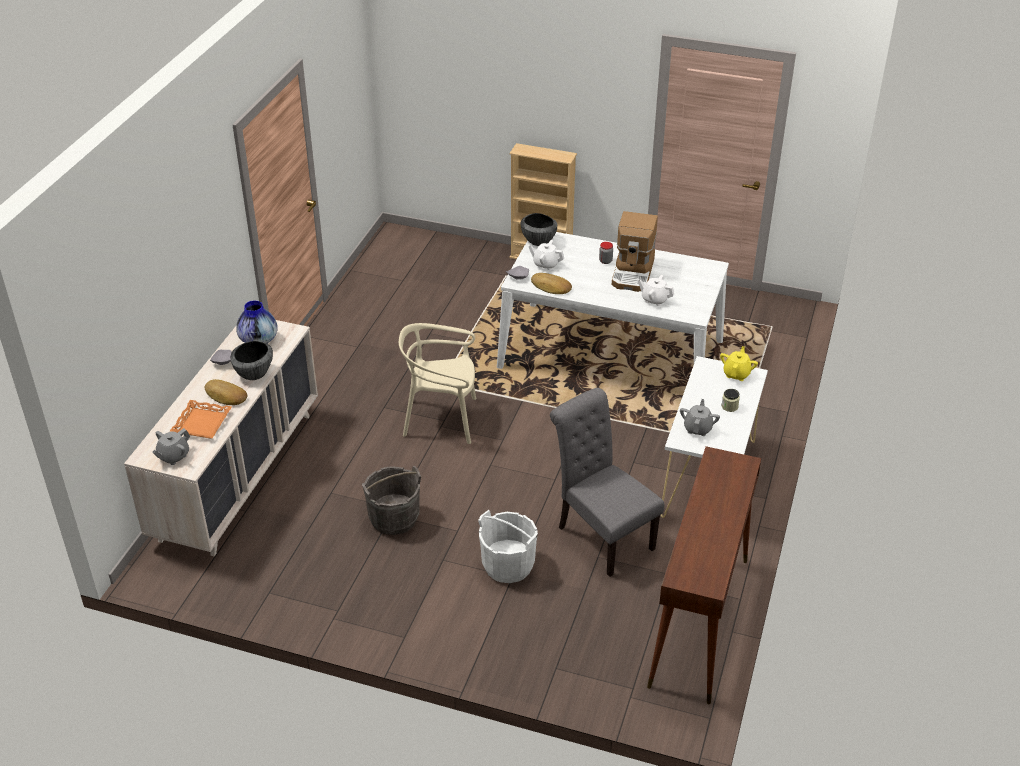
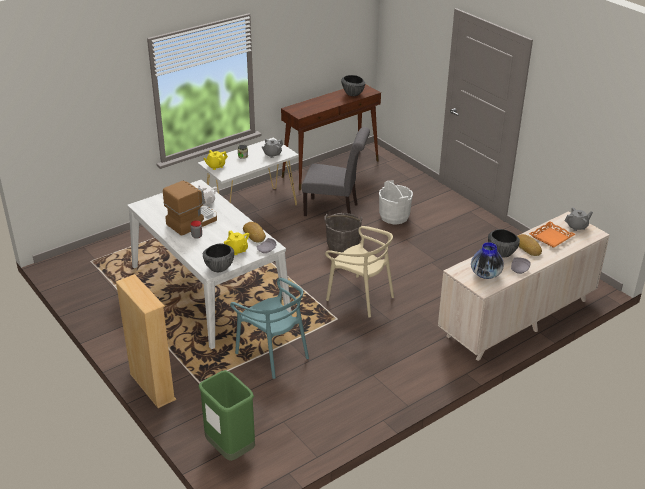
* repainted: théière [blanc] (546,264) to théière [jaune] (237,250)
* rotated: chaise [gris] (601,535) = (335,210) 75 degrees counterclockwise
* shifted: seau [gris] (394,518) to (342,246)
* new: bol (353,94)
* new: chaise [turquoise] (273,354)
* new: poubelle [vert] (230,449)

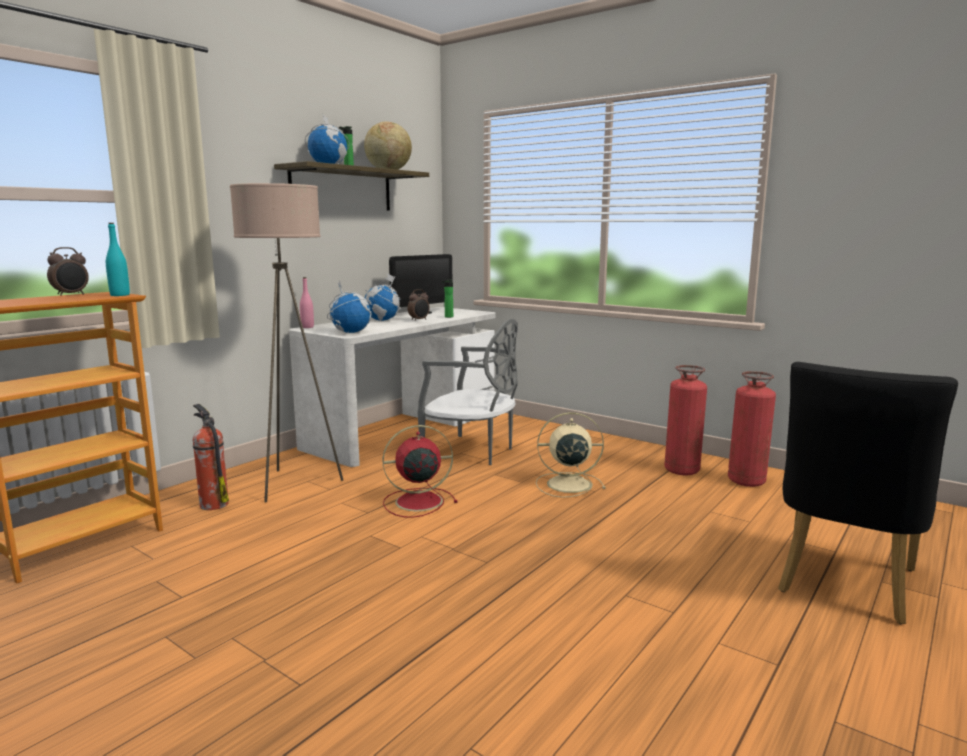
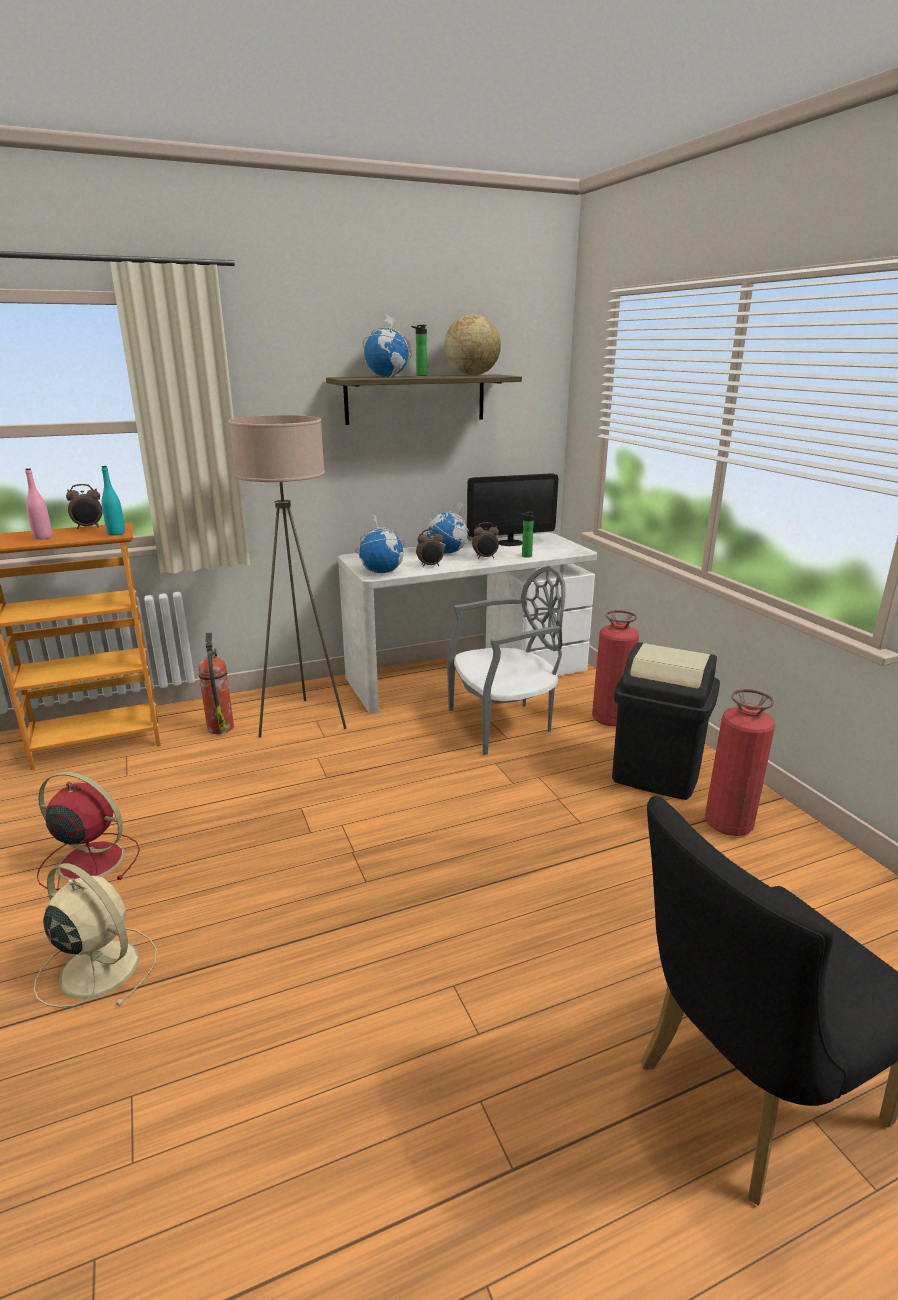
* shifted: bouteille [rose] (307,327) to (43,537)
* rotated: chaise [gris] (471,452) = (504,724) 75 degrees counterclockwise
* shifted: extincteur (746,481) to (610,719)
* shifted: ventilateur [beige] (567,484) to (97,967)
* shifted: ventilateur [rouge] (416,502) to (89,860)
* new: réveil (430,566)
* new: poubelle [noir] (656,774)

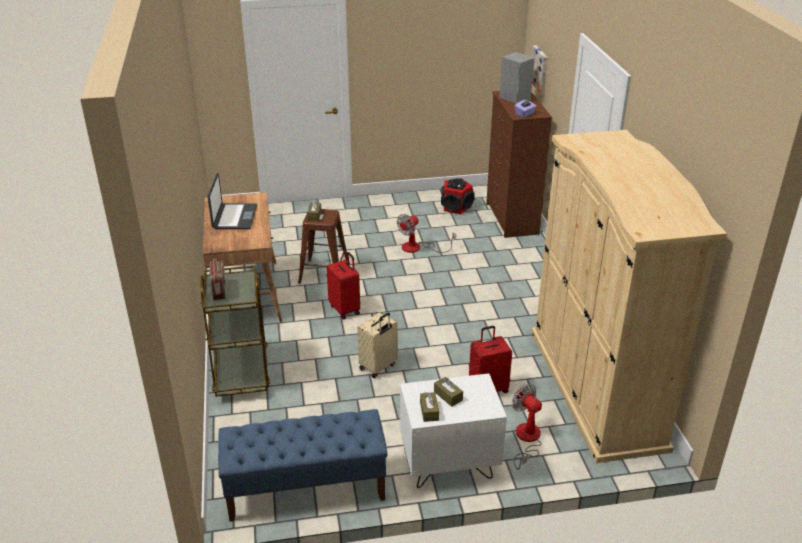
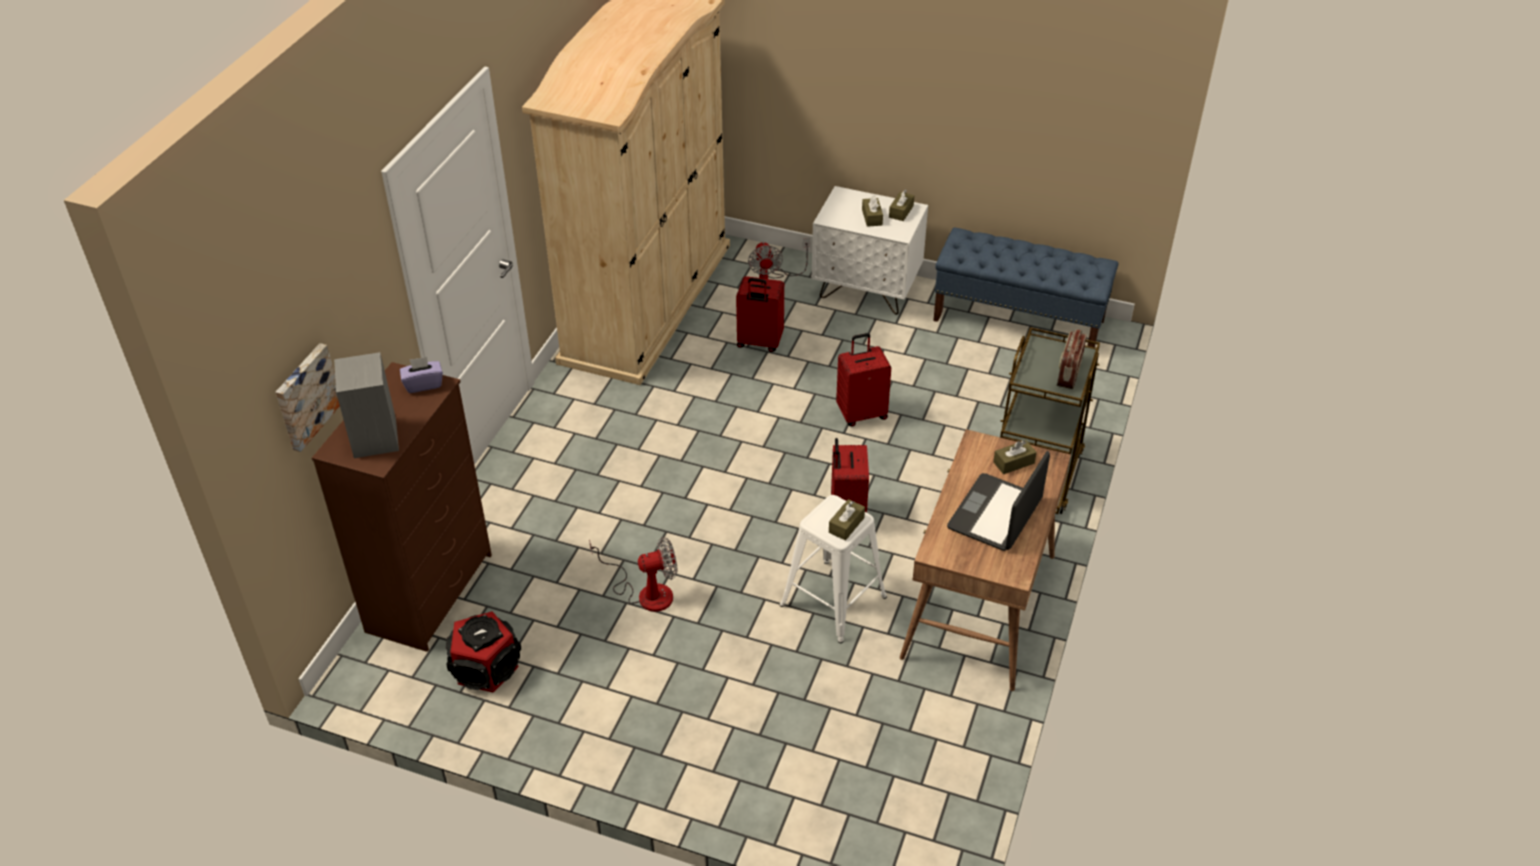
* repainted: tabouret [marron] (324,273) to tabouret [blanc] (833,599)
* repainted: valise [beige] (378,367) to valise [rouge] (861,413)
* new: boîte à mouchoirs [marron] (1013,462)

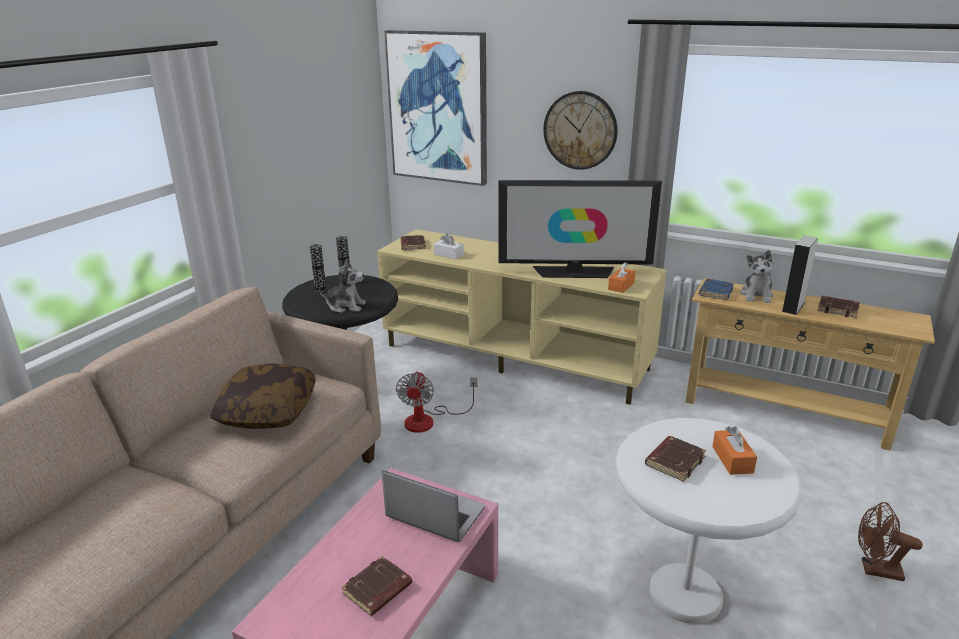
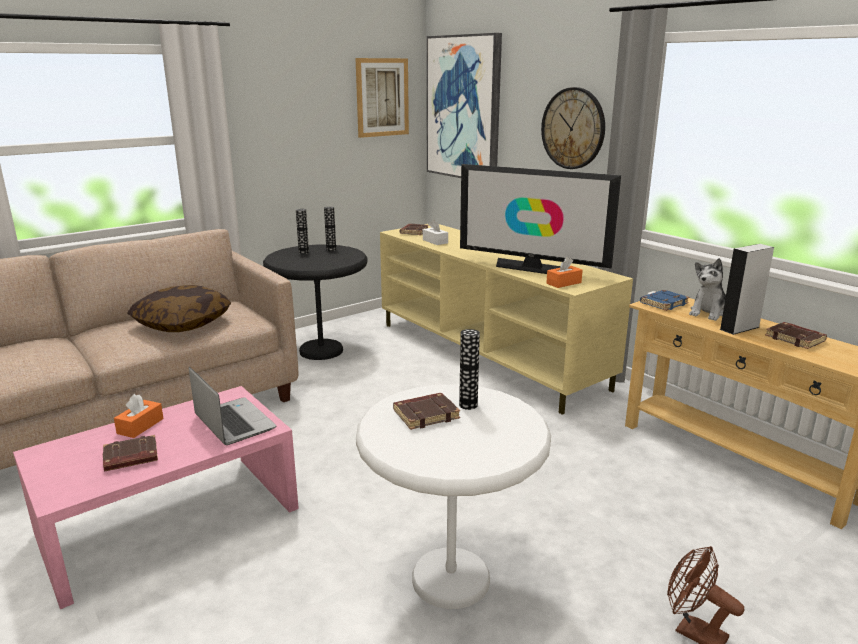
* gone: peluche (345,306)
* gone: ventilateur (429,420)
* shifted: boîte à mouchoirs [orange] (732,459) to (140,426)
* new: tableau (382,97)
* new: vase (468,405)

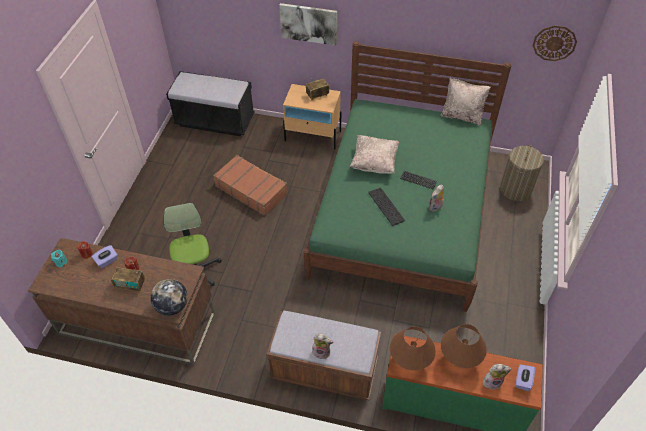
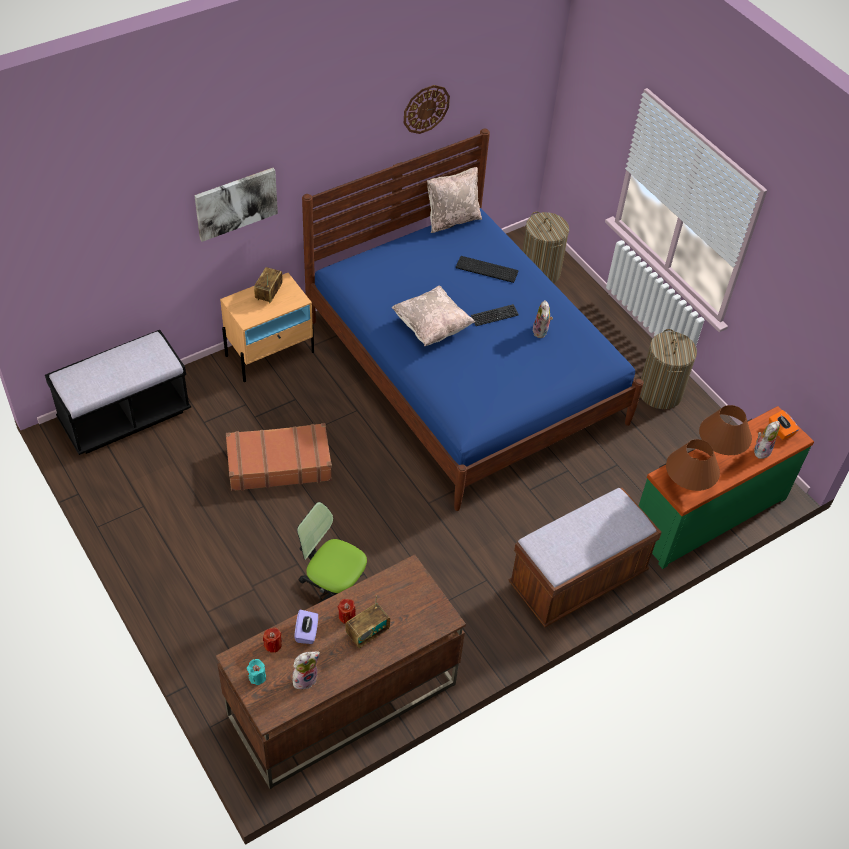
* shifted: horloge murale (554,43) to (426,109)
* repainted: lit [vert] (402,212) to lit [bleu] (465,371)
* shifted: clavier (385,206) to (486,270)
* gone: globe (172,306)
* shifted: peluche (322,351) to (305,678)
* repainted: boîte à mouchoirs [violet] (522,381) to boîte à mouchoirs [orange] (780,431)
* new: panier à linge (660,392)

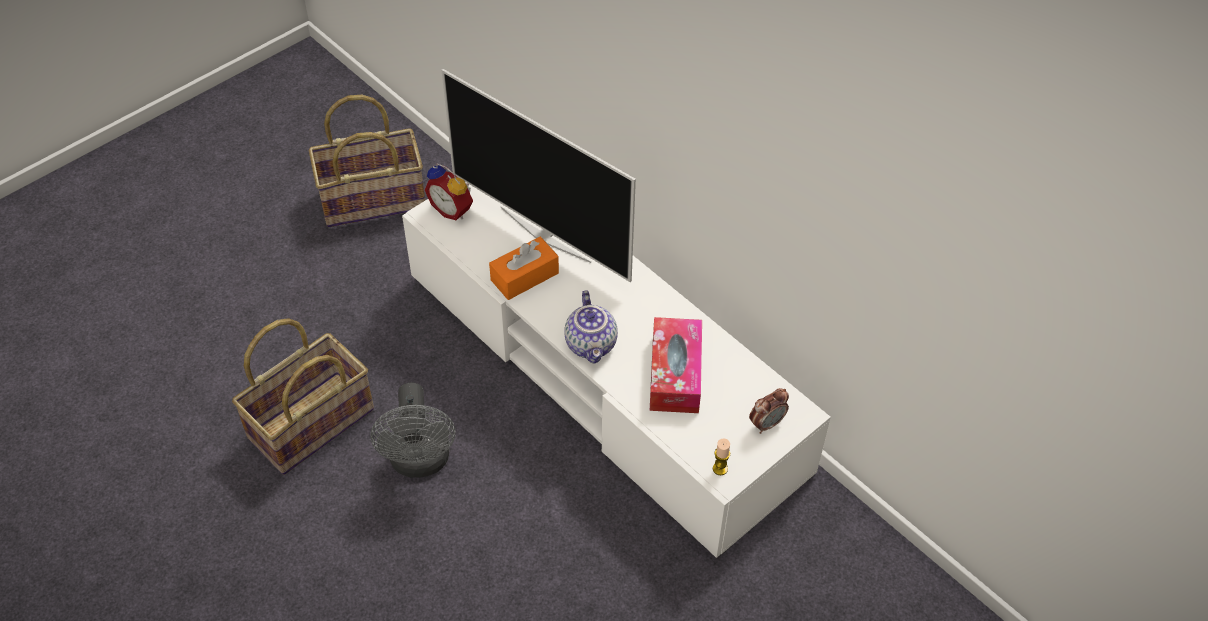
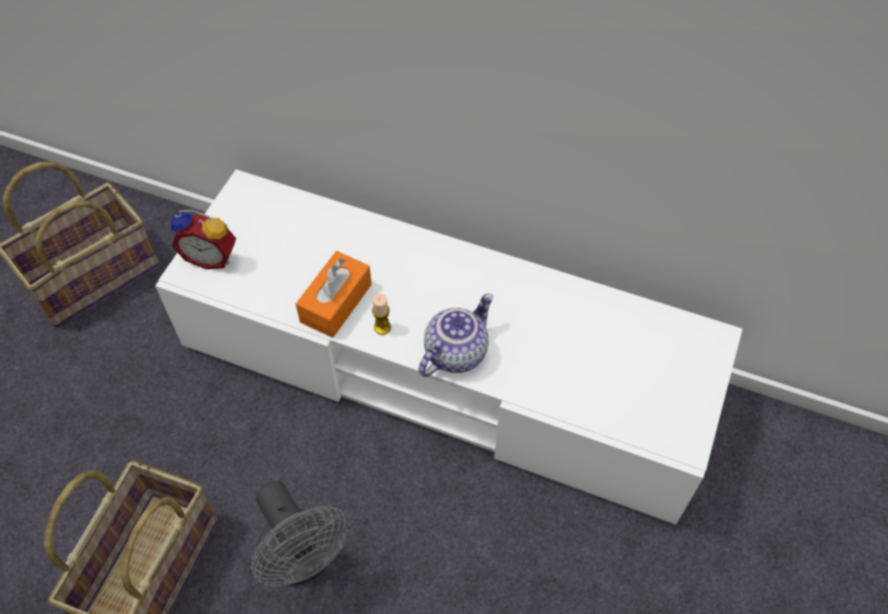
* gone: téléviseur (546,233)
* rotated: théière (592,345) = (455,352) 105 degrees counterclockwise
* gone: boîte à mouchoirs (675,374)
* gone: réveil (766,424)
* shifted: bougie (720,468) to (382,327)

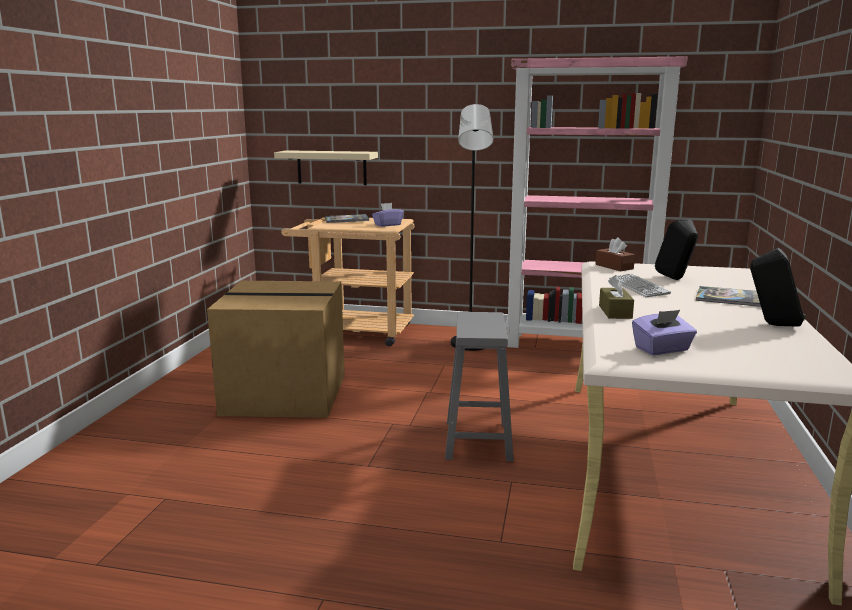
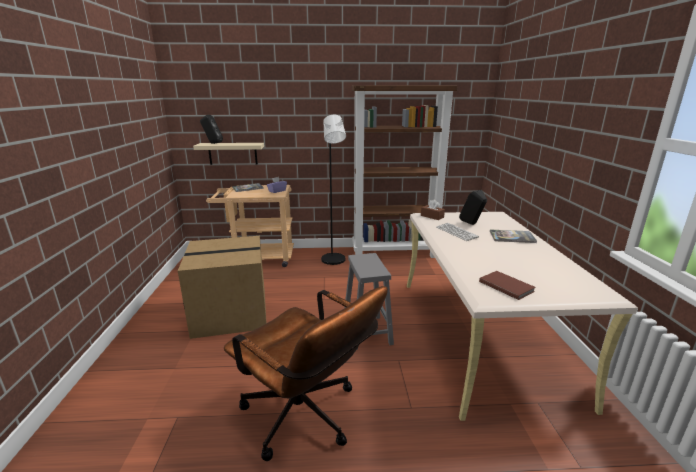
* repainted: bibliothèque [rose] (579,344) to bibliothèque [marron] (395,253)
* shifted: enceinte [noir] (772,325) to (212,143)
* gone: boîte à mouchoirs [marron] (615,312)
* swapped: boîte à mouchoirs [violet] (662,349) to livre [marron] (506,286)
* new: chaise de bureau [marron] (306,419)

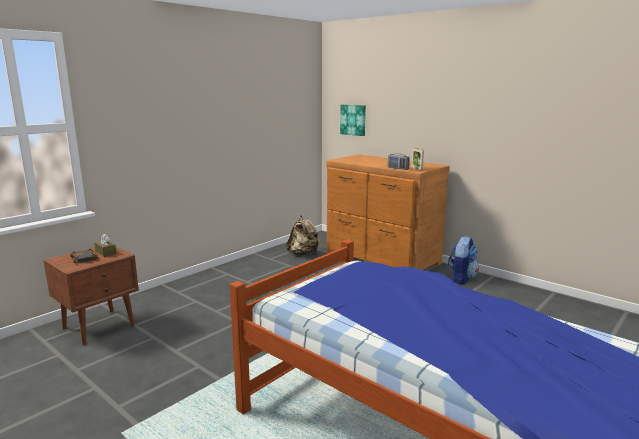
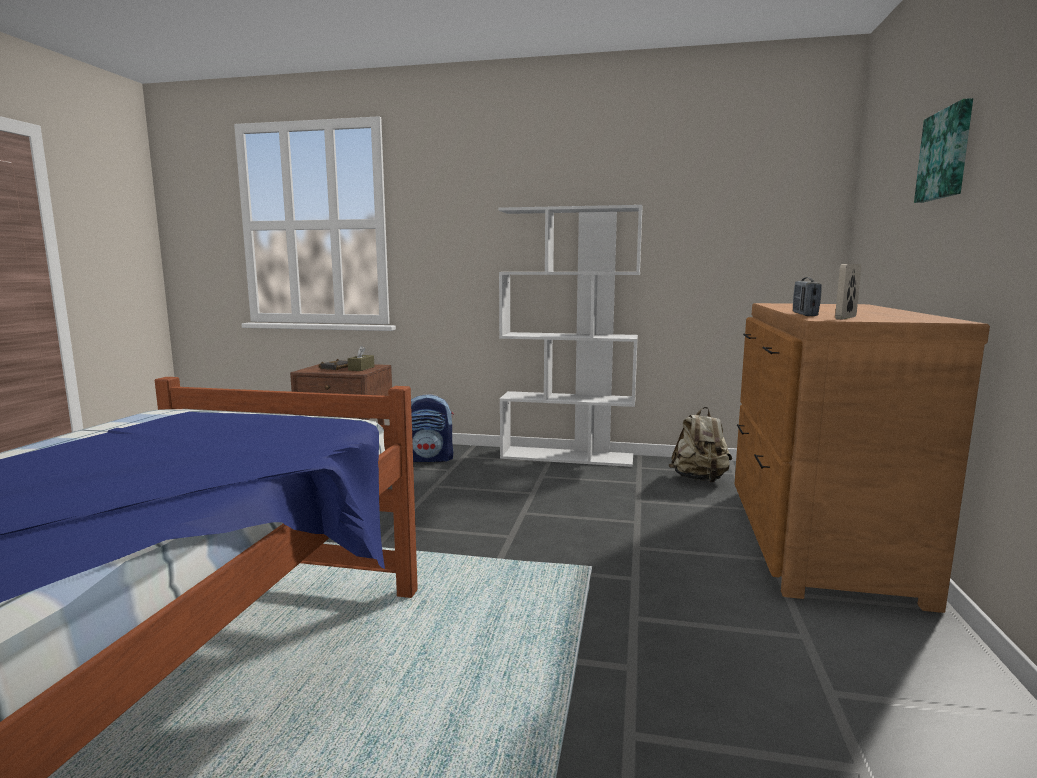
* shifted: tableau (353,119) to (946,154)
* shifted: sac à dos (461,278) to (430,458)
* new: bibliothèque [blanc] (567,456)

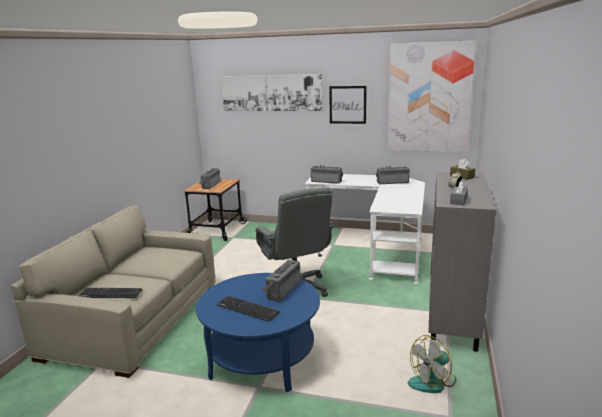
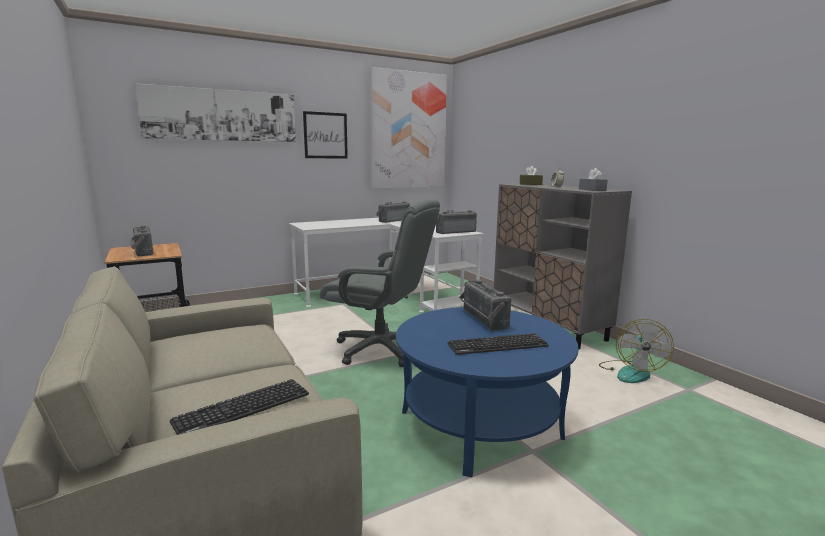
* shifted: radio (327,181) to (454,232)

